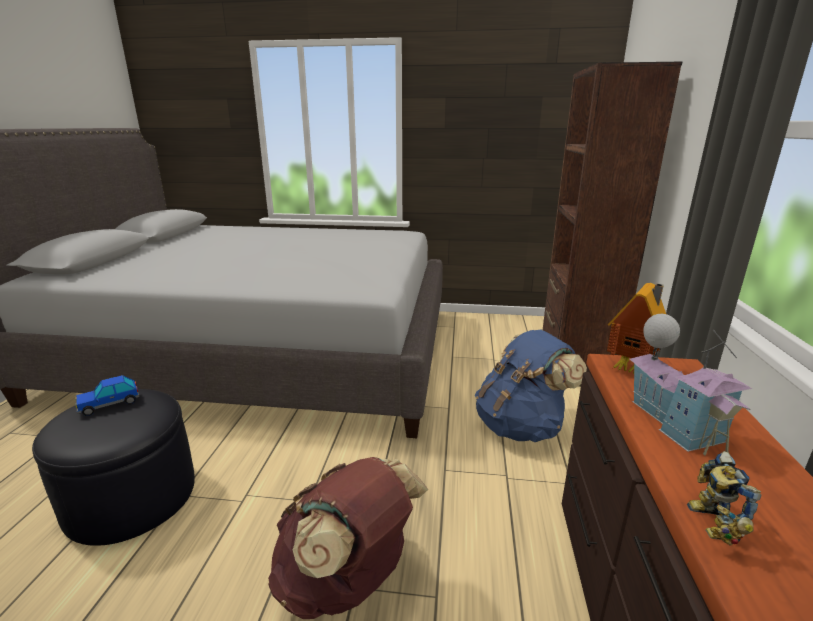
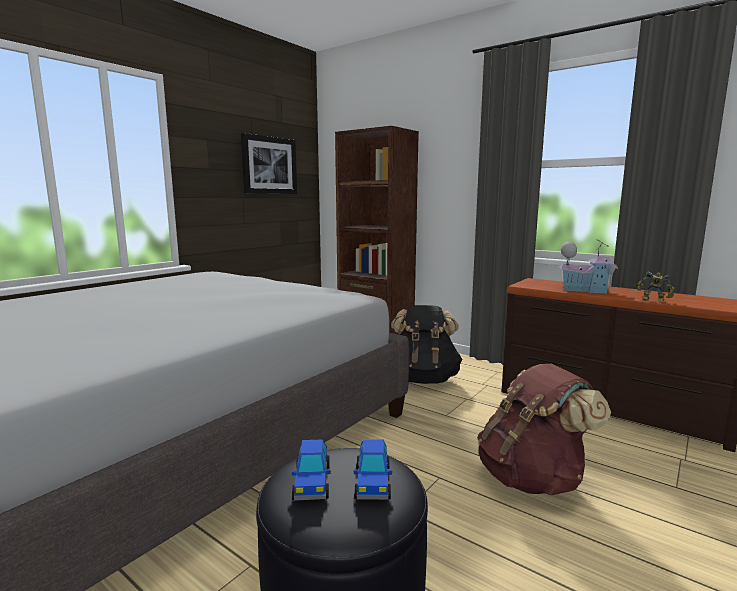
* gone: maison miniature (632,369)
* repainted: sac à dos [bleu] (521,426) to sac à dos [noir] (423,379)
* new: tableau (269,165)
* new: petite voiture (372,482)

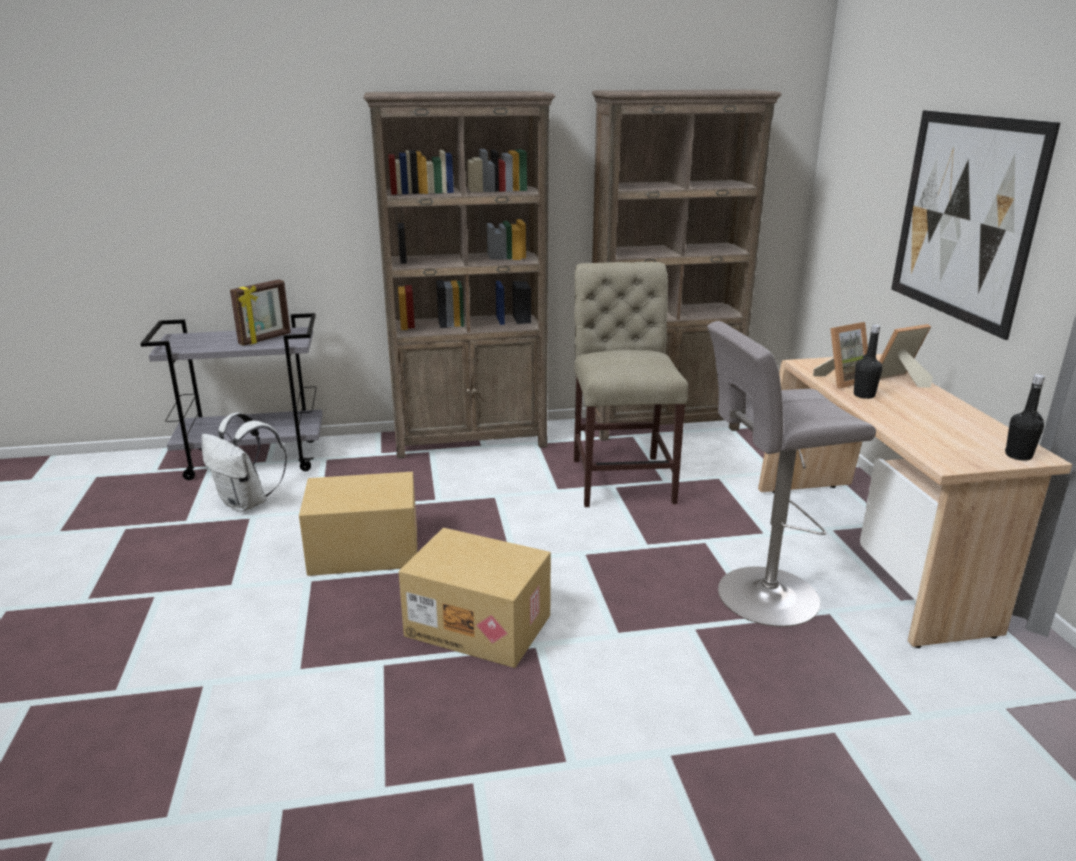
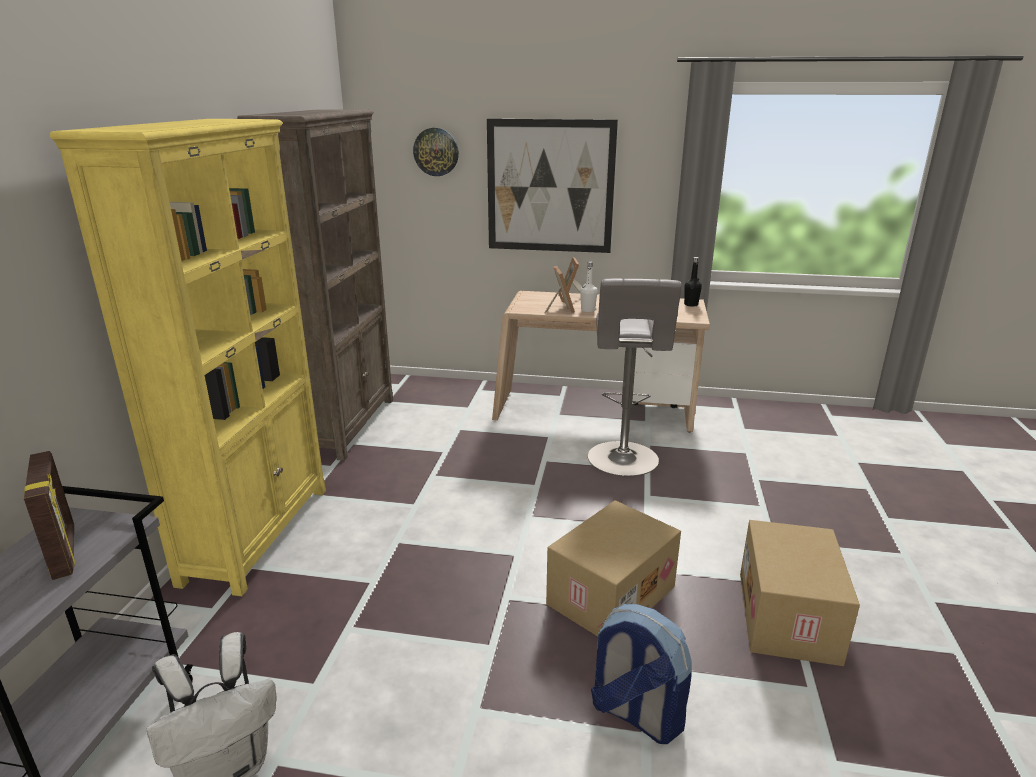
* repainted: bibliothèque [marron] (471,440) to bibliothèque [jaune] (258,533)
* gone: chaise [beige] (622,477)
* repainted: bouteille [noir] (864,395) to bouteille [blanc] (588,310)
* shifted: carton (363,551) to (789,618)
* new: horloge murale (436,152)
* new: sac à dos (635,714)

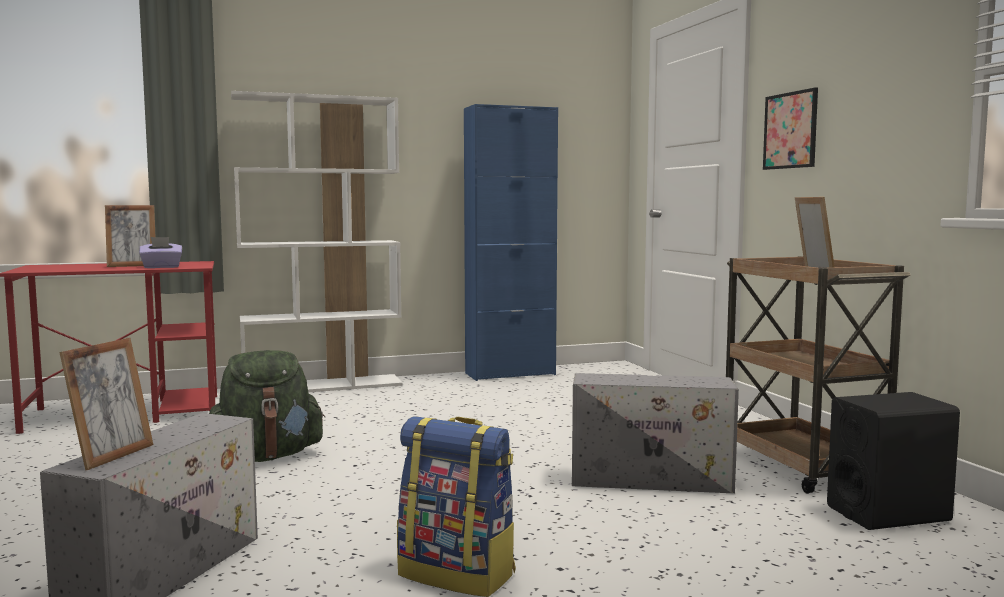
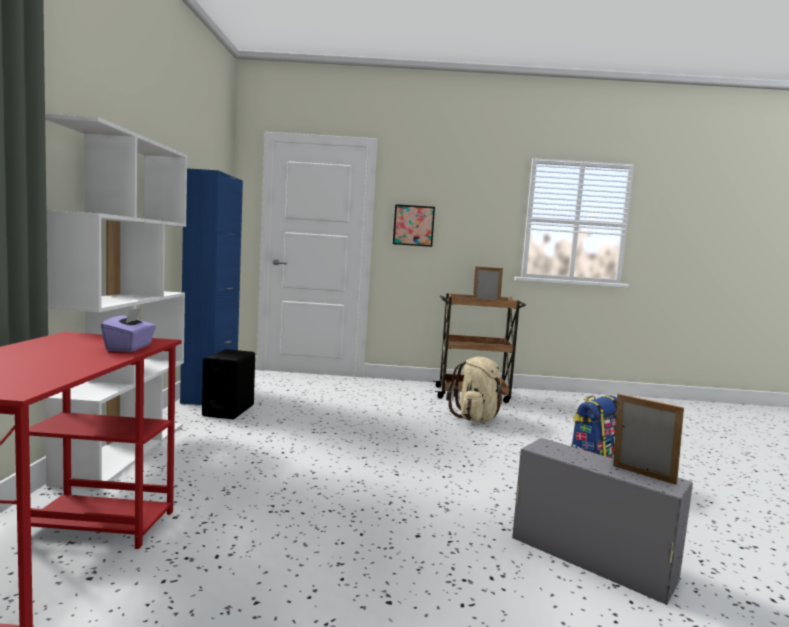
* gone: cadre photo (132,266)
* gone: sac à dos [vert] (266,456)
* swapped: boîte de rangement [gris] (653,481) to sac à dos [beige] (477,418)
* shifted: enceinte [noir] (888,513) to (228,410)

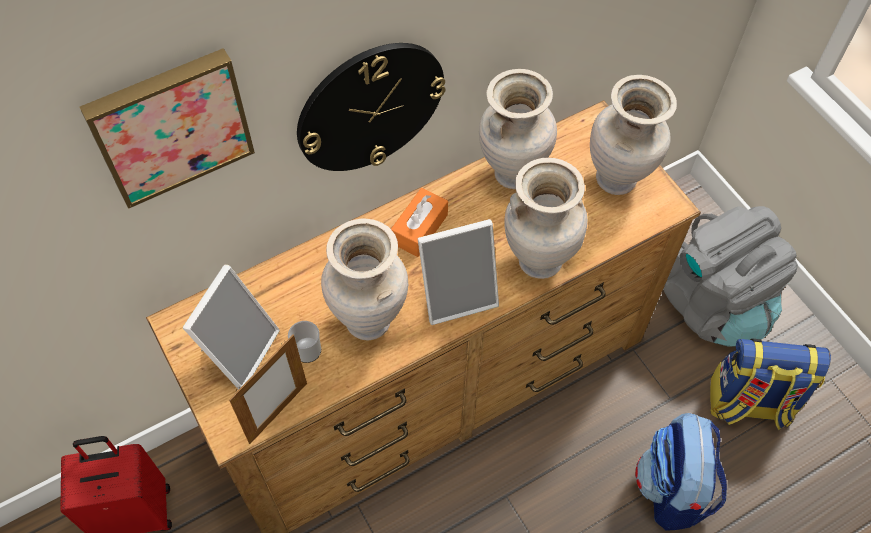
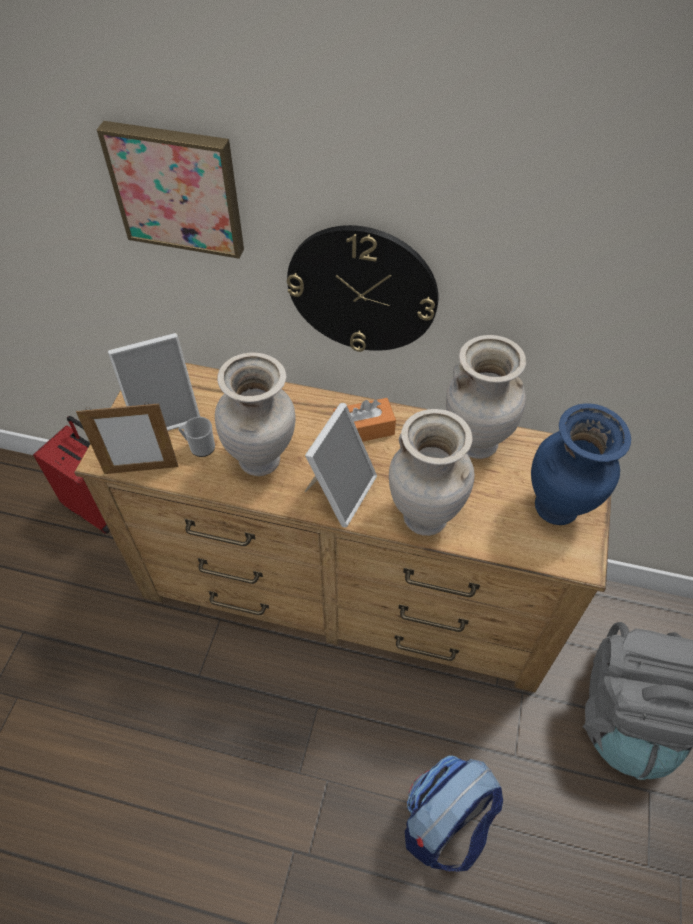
* repainted: vase [beige] (618,180) to vase [bleu] (557,509)
* rotated: cadre photo (457,294) = (339,491) 90 degrees counterclockwise
* gone: sac à dos (748,403)

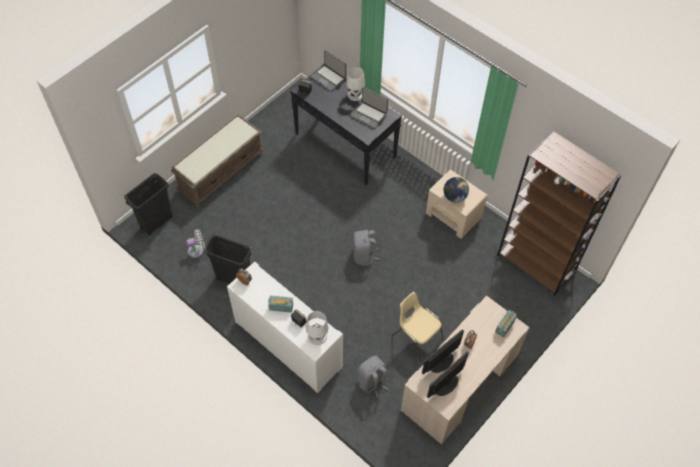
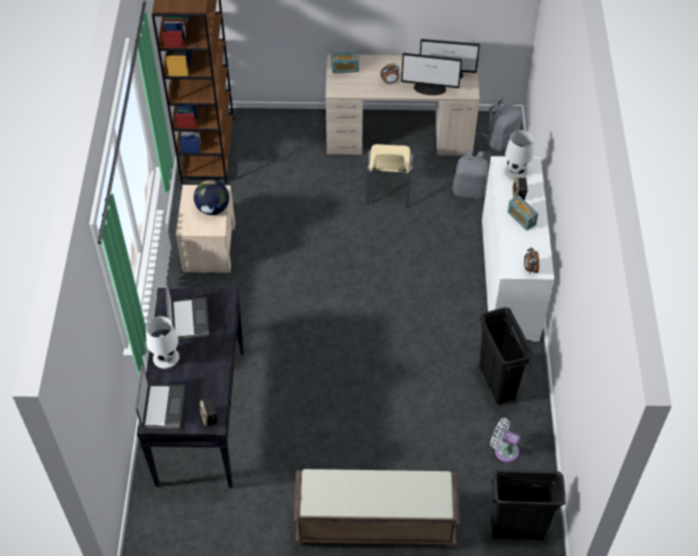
* shifted: sac à dos [gris] (364,255) to (501,140)

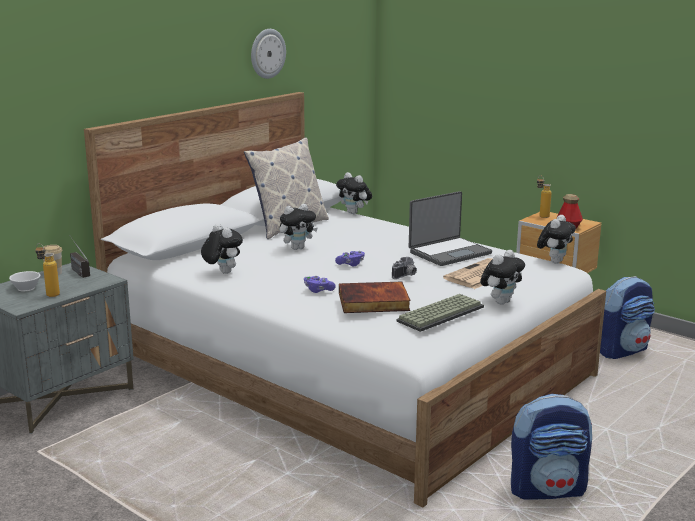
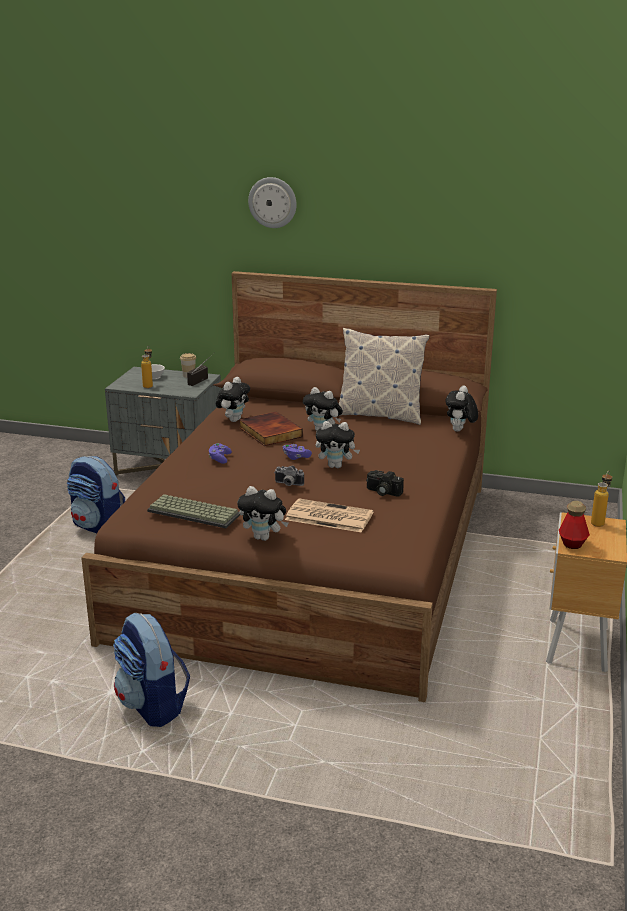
* shifted: horloge murale (267,53) to (272,202)
* repainted: lit [blanc] (346,366) to lit [marron] (315,556)
* swapped: ordinateur portable (449,252) to appareil photo (382,492)
* shifted: peluche (554,261) to (336,466)
* shifted: sac à dos (621,350) to (98,526)
* shifted: livre (373,302) to (269,432)

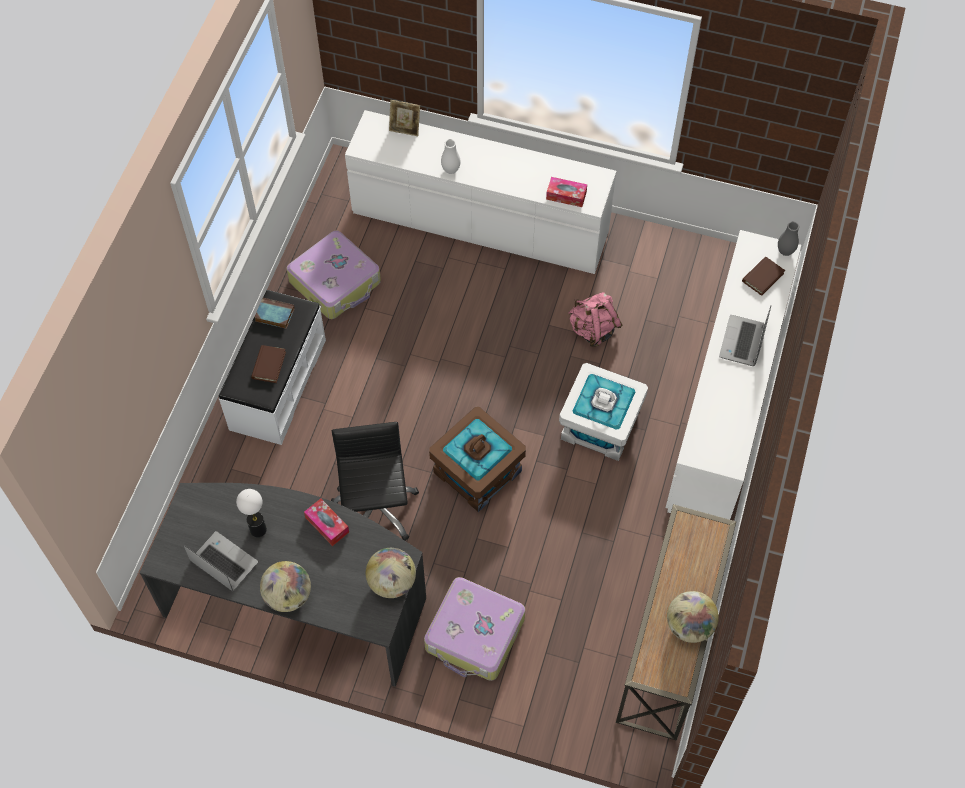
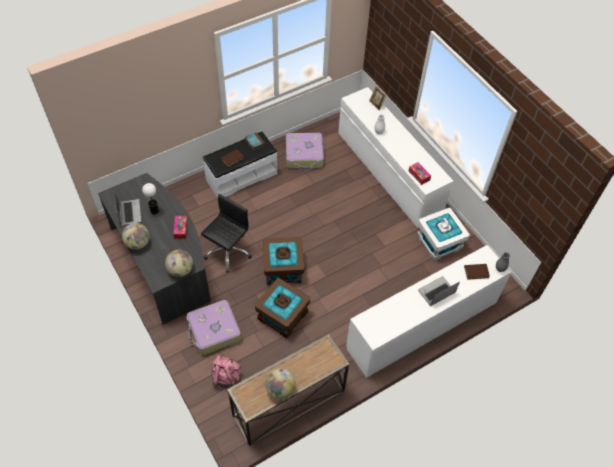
* shifted: sac à dos [rose] (593,330) to (226,377)
* shifted: boîte de rangement [blanc] (600,425) to (439,242)
* new: boîte de rangement [marron] (282,316)

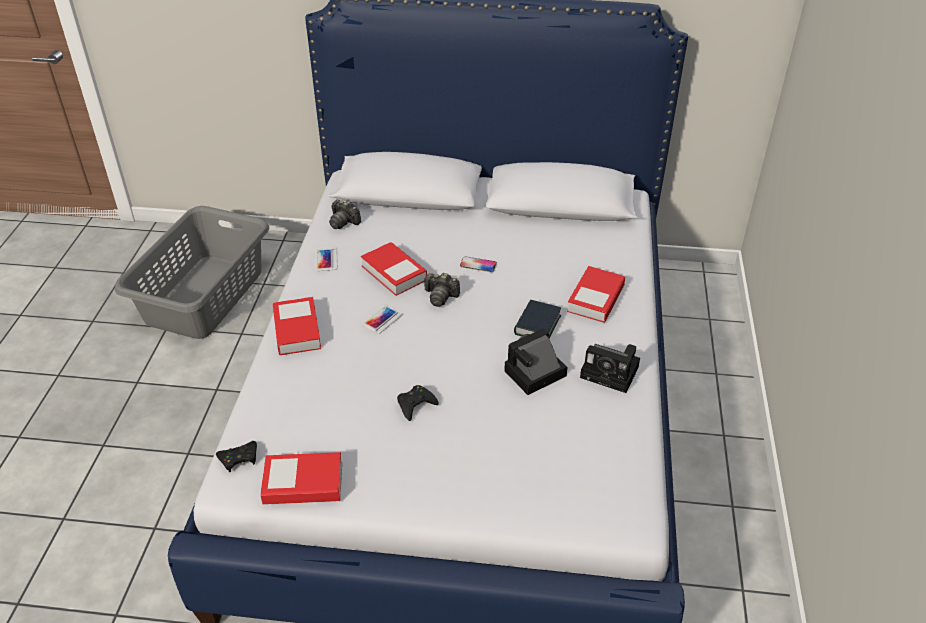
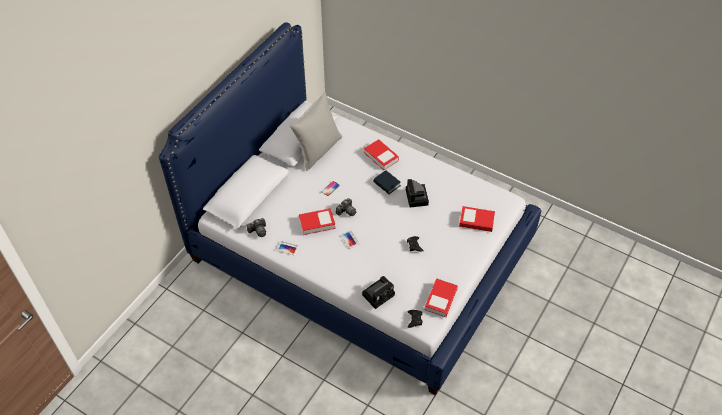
* gone: panier à linge [gris] (206,296)
* shifted: livre (297,330) to (476,221)
* shifted: appareil photo (612,373) to (379,294)
* new: coussin [gris] (317,150)

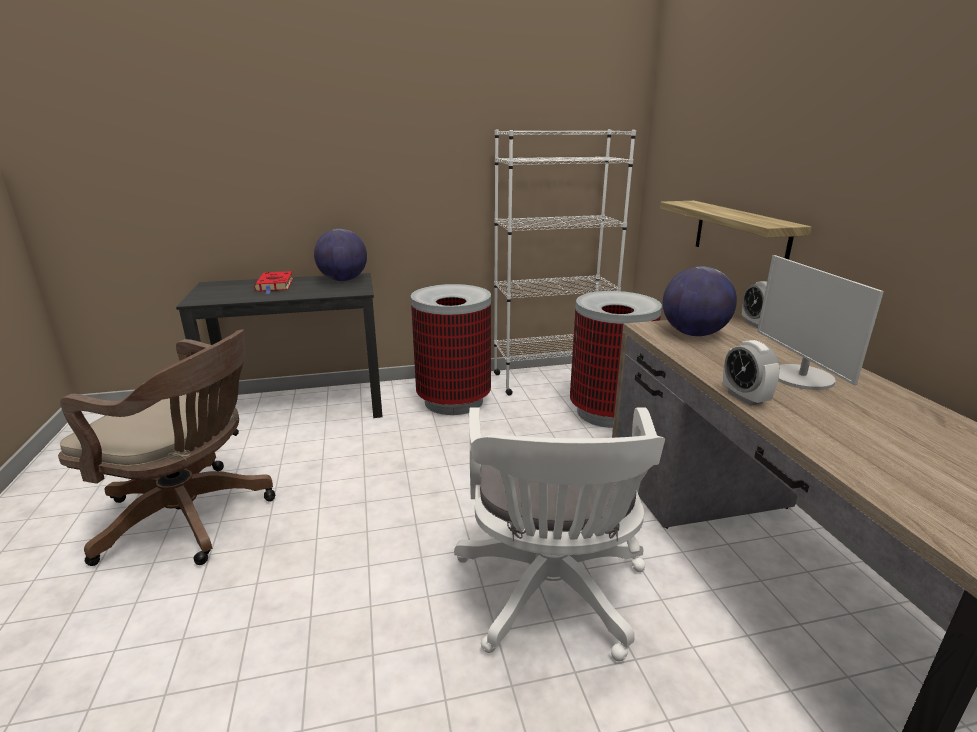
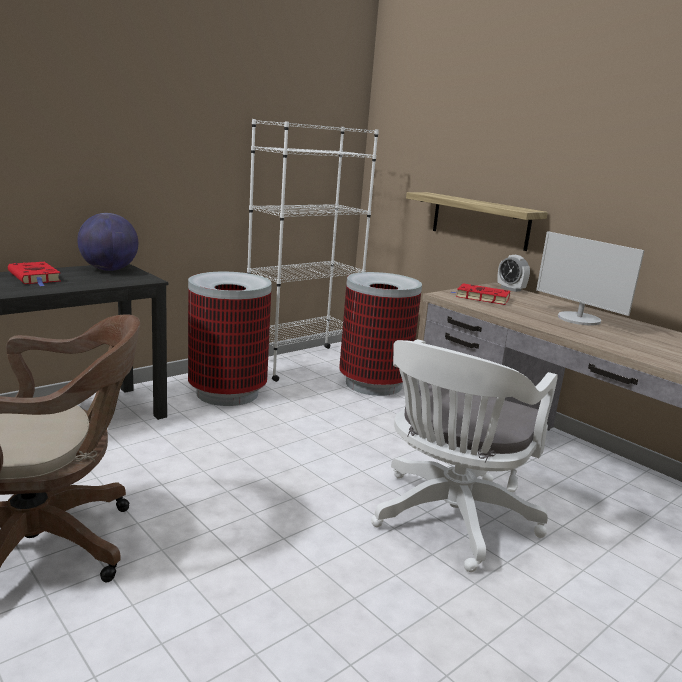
* swapped: globe (693,334) to livre [rouge] (480,297)
* gone: réveil (745,397)
* rotated: chaise de bureau [blanc] (551,596) = (449,520) 60 degrees clockwise

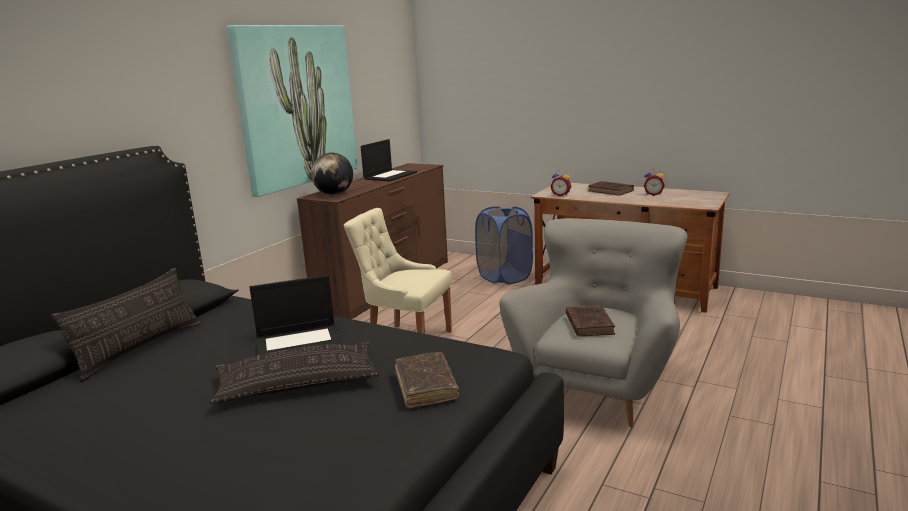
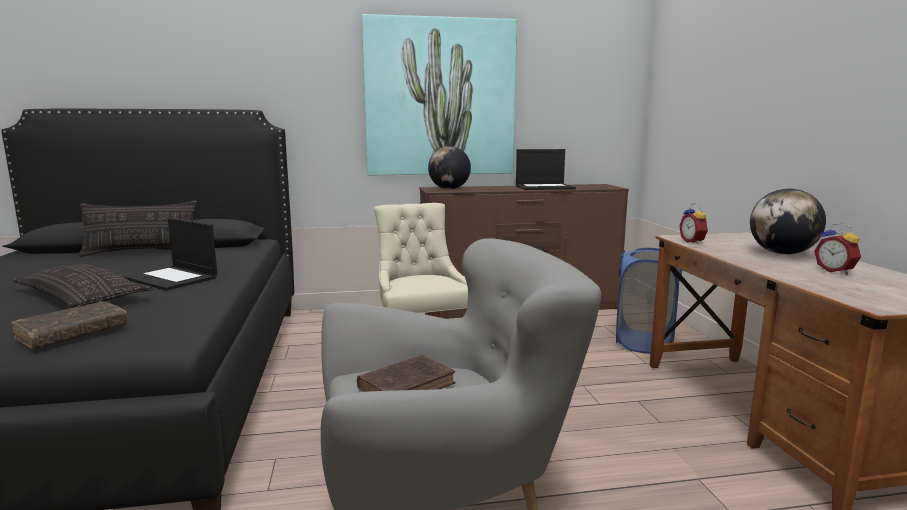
* swapped: livre [marron] (611,191) to globe (782,253)

